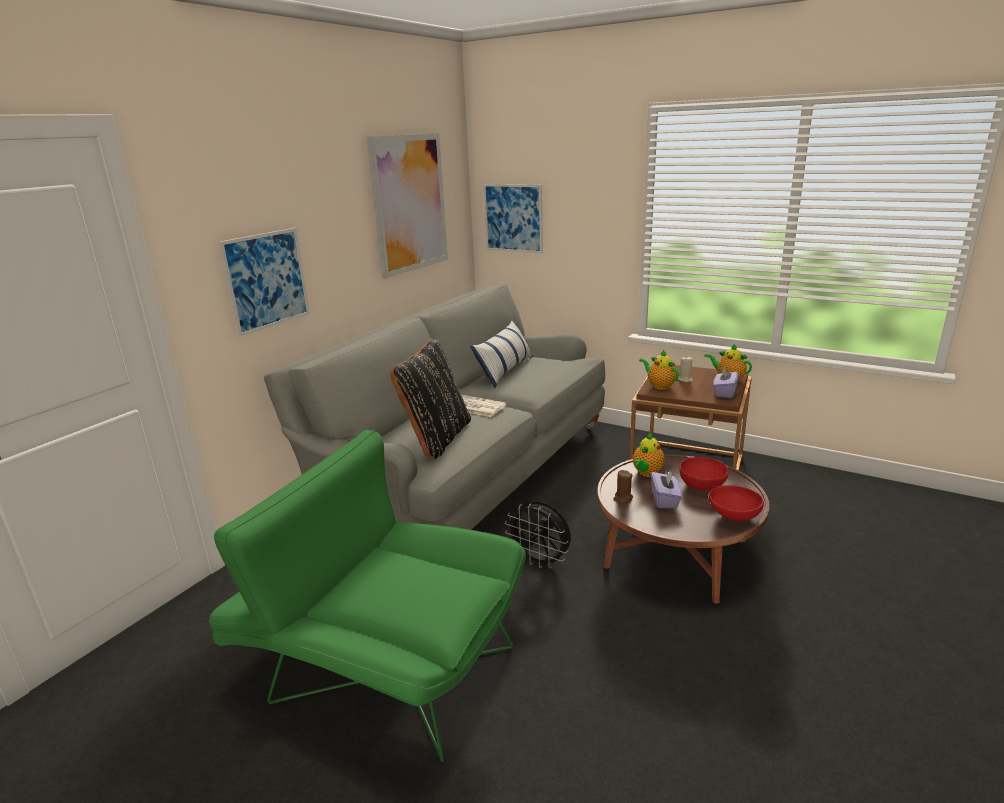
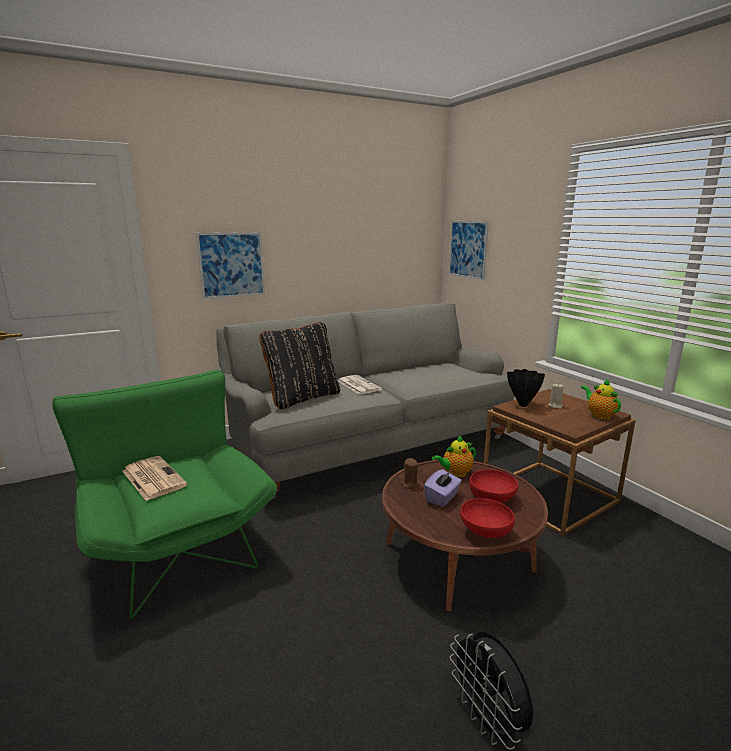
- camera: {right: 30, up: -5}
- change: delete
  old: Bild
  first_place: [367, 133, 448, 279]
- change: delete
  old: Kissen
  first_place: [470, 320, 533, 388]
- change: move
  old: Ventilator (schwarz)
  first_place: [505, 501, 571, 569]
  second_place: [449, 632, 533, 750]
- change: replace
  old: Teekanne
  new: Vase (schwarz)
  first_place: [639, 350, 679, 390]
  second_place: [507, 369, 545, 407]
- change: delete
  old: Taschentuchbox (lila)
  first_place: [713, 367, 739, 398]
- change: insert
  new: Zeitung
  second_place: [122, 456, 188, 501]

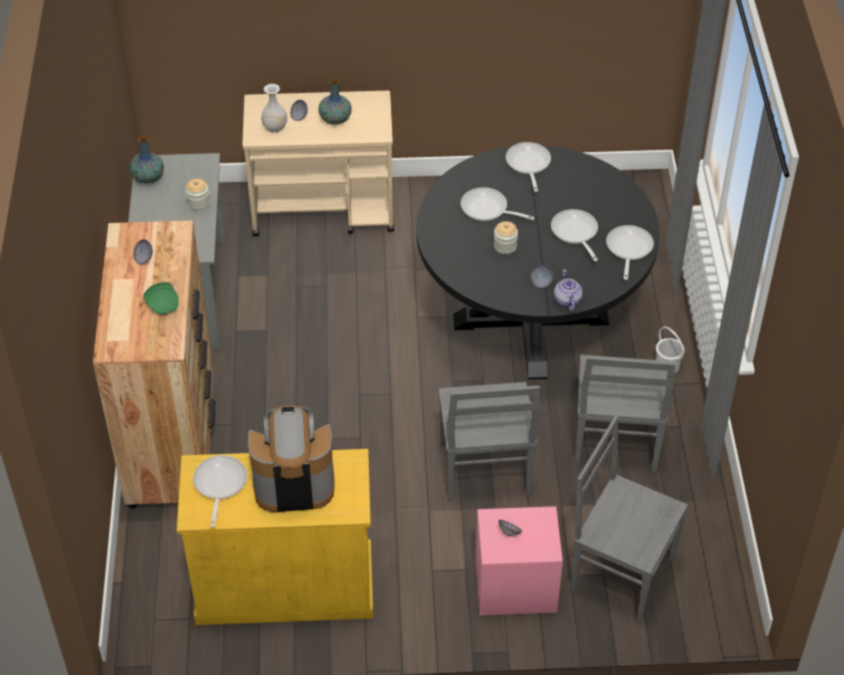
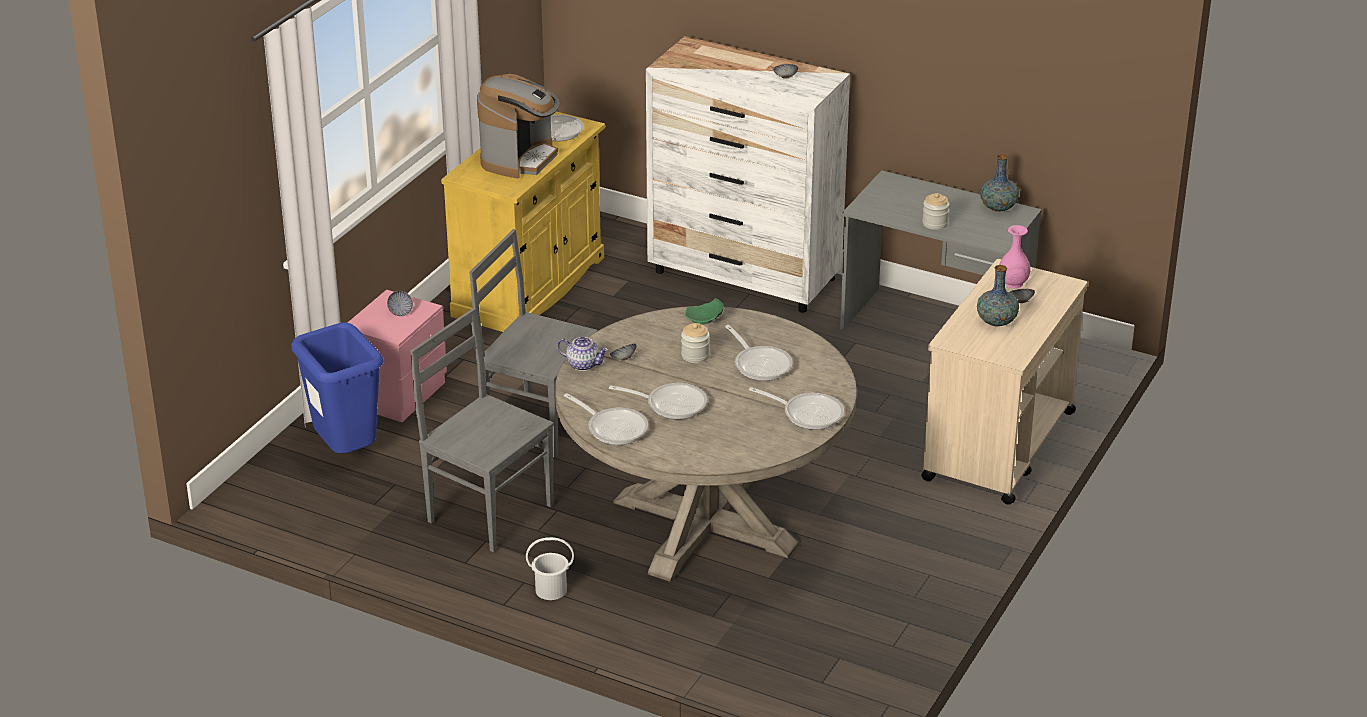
- camera: {right: 120, up: -15}
- change: recolor
  old: Kommode (braun)
  new: Kommode (weiß)
  first_place: [93, 220, 216, 509]
  second_place: [646, 36, 850, 313]
- change: move
  old: Teller (grün)
  first_place: [143, 282, 179, 314]
  second_place: [685, 298, 724, 324]
- change: recolor
  old: Vase (weiß)
  new: Vase (rosa)
  first_place: [261, 84, 287, 133]
  second_place: [999, 225, 1030, 289]
- change: recolor
  old: Esstisch (schwarz)
  new: Esstisch (beige)
  first_place: [416, 145, 659, 380]
  second_place: [555, 306, 857, 582]
- change: rotate
  old: Pfanne
  first_place: [461, 187, 535, 221]
  second_place: [725, 325, 793, 381]
  degrees: 90
- change: replace
  old: Stuhl (grau)
  new: Mülleimer (blau)
  first_place: [570, 416, 688, 622]
  second_place: [291, 322, 383, 454]

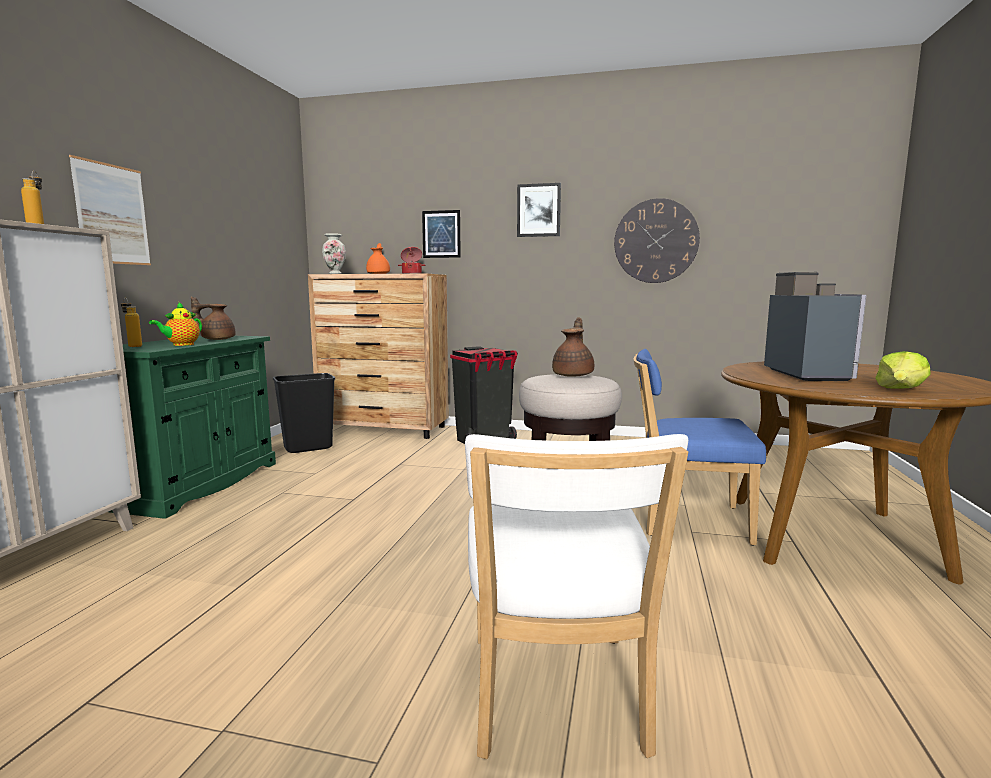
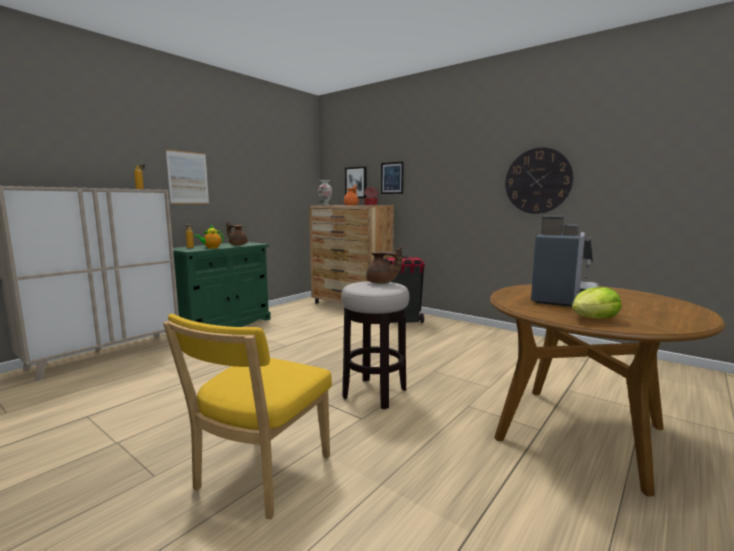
- camera: {right: 25, up: 0}
- change: delete
  old: Mülleimer (schwarz)
  first_place: [273, 373, 335, 453]
- change: recolor
  old: Stuhl (weiß)
  new: Stuhl (gelb)
  first_place: [465, 434, 688, 759]
  second_place: [163, 314, 332, 519]
- change: move
  old: Bild
  first_place: [517, 183, 561, 237]
  second_place: [345, 166, 366, 198]
- change: rotate
  old: Teekanne (braun)
  first_place: [552, 317, 594, 377]
  second_place: [366, 246, 402, 284]
  degrees: 60
- change: delete
  old: Stuhl (blau)
  first_place: [633, 349, 766, 546]

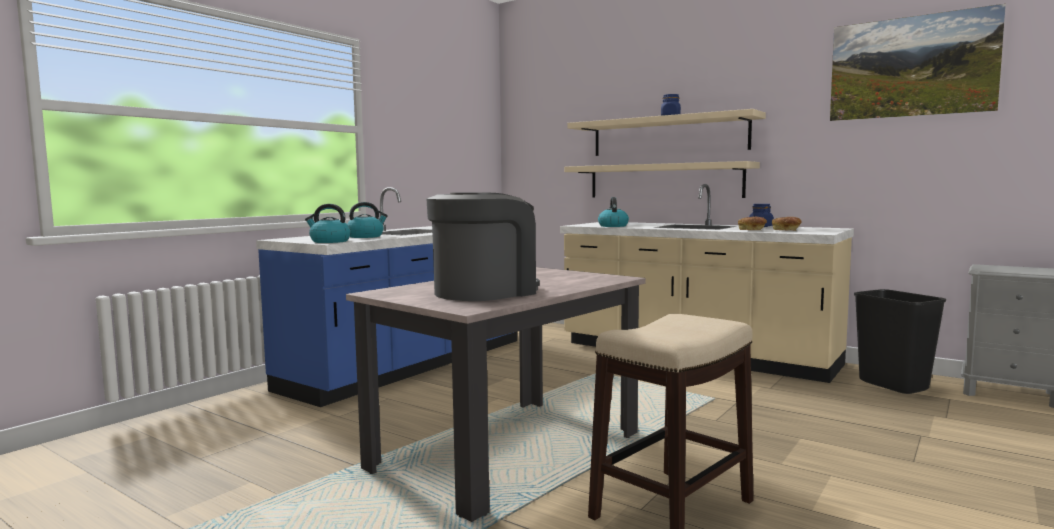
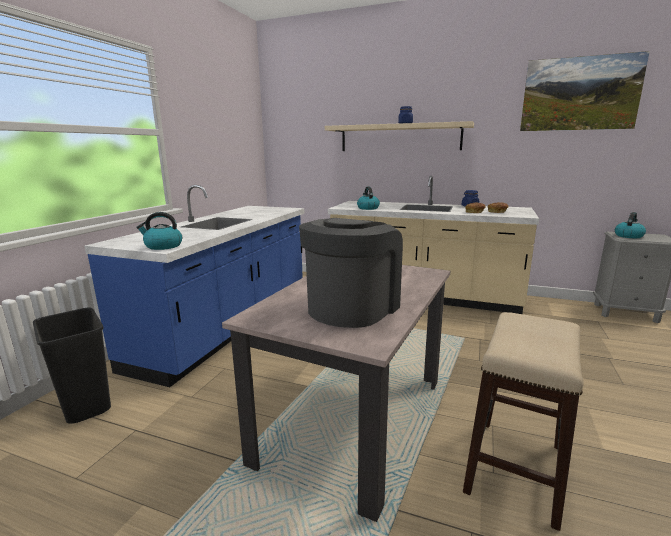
- camera: {right: -15, up: 10}
- change: move
  old: Wasserkessel
  first_place: [347, 202, 388, 238]
  second_place: [615, 212, 646, 238]
- change: delete
  old: Wandregal (beige)
  first_place: [564, 161, 760, 198]
- change: move
  old: Mülleimer (schwarz)
  first_place: [854, 289, 946, 394]
  second_place: [33, 308, 111, 424]

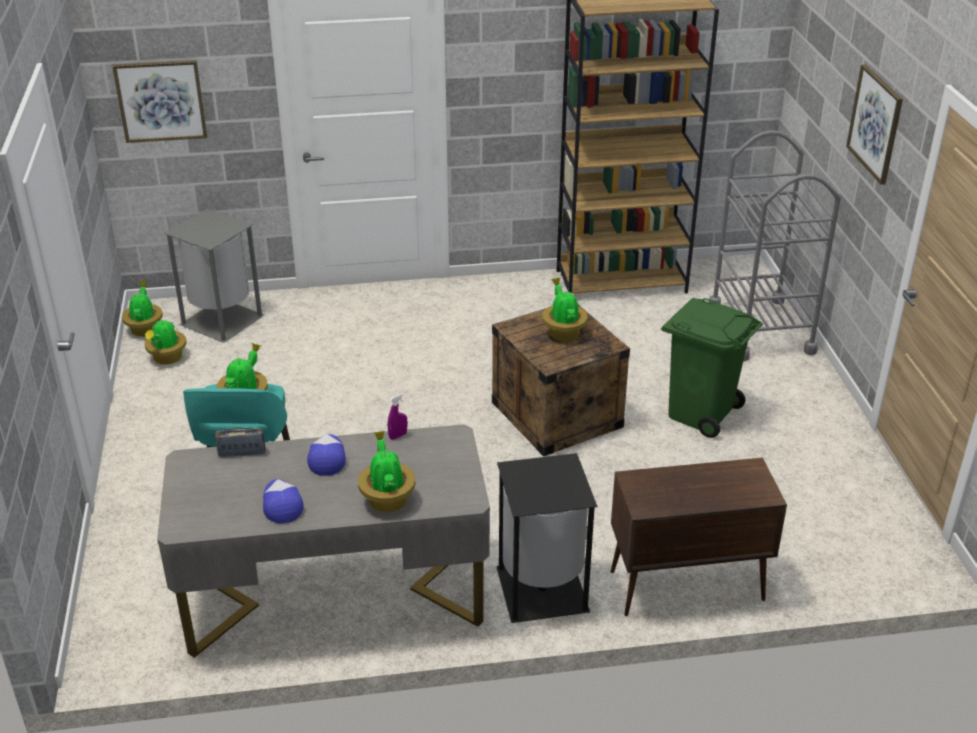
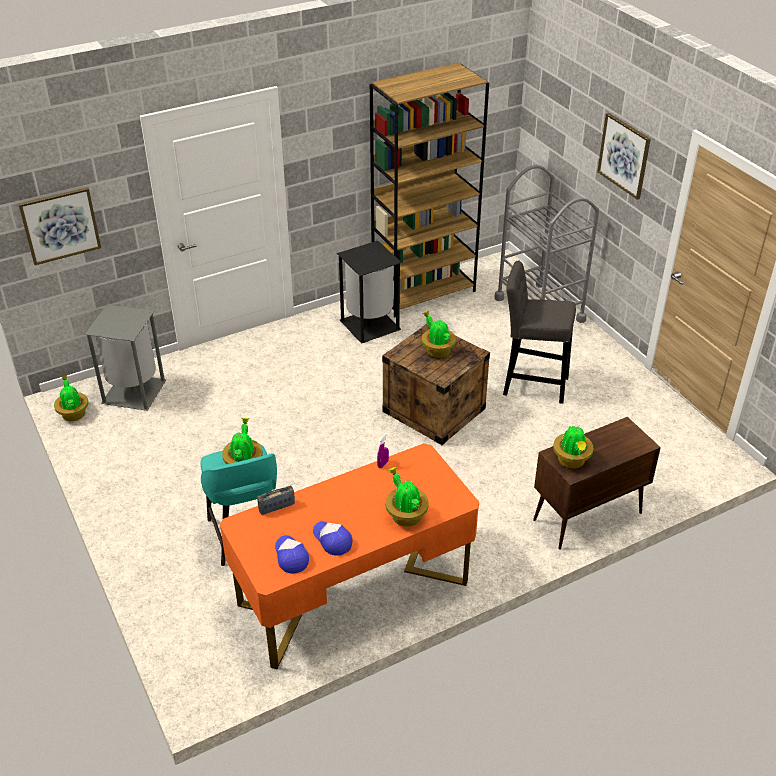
- camera: {right: -20, up: 5}
- change: move
  old: Topfpflanze
  first_place: [144, 319, 187, 365]
  second_place: [553, 424, 594, 468]
- change: recolor
  old: Schreibtisch (grau)
  new: Schreibtisch (orange)
  first_place: [157, 424, 490, 658]
  second_place: [220, 443, 479, 669]
- change: move
  old: Kappe
  first_place: [307, 434, 346, 476]
  second_place: [275, 535, 309, 574]
- change: move
  old: Mülleimer (schwarz)
  first_place: [496, 453, 598, 623]
  second_place: [337, 241, 402, 344]
- change: replace
  old: Mülleimer (grün)
  new: Hocker (grau)
  first_place: [661, 298, 763, 438]
  second_place: [503, 260, 576, 404]

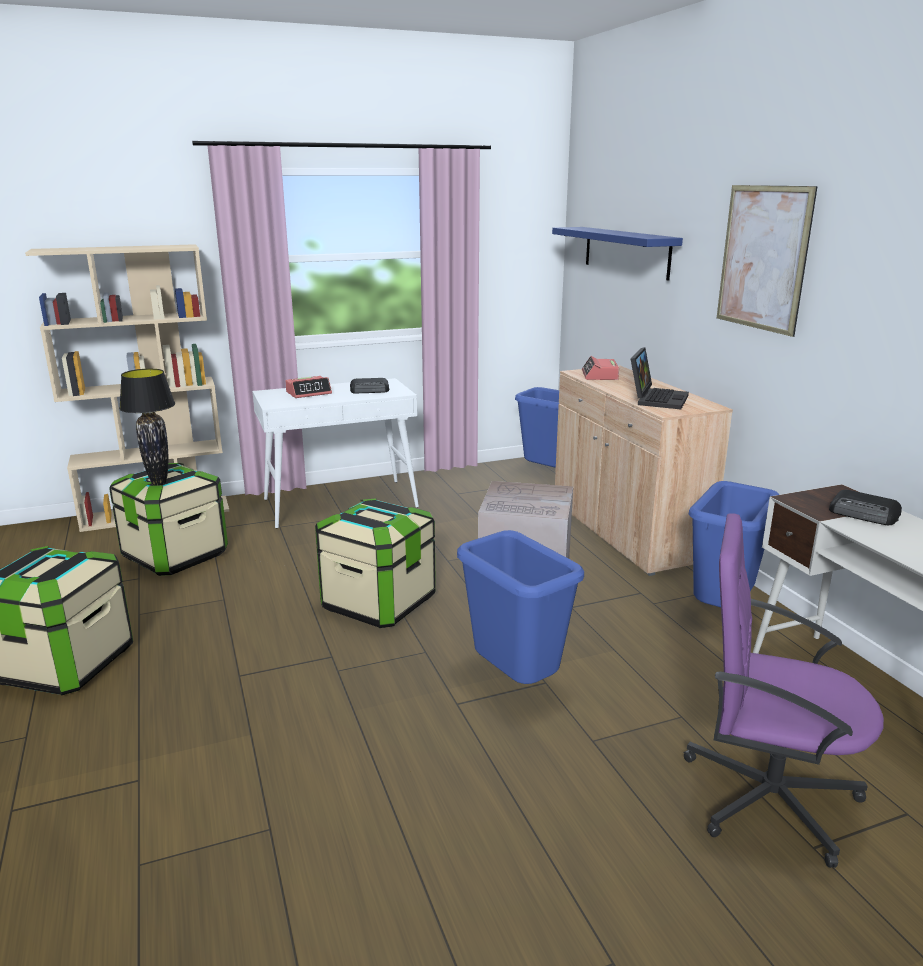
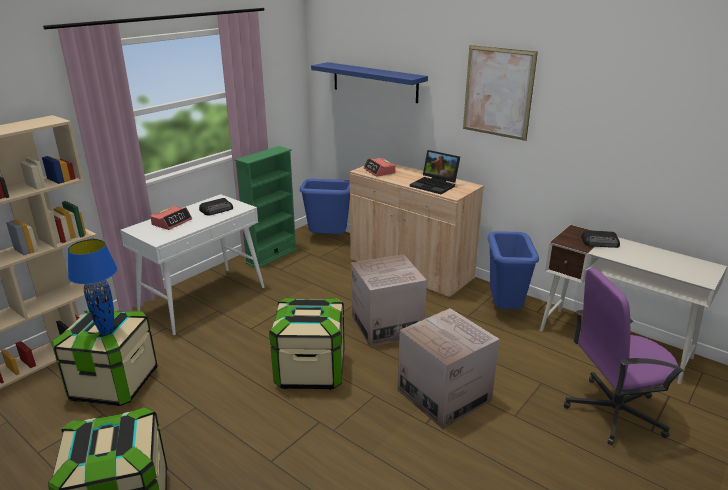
- camera: {right: -30, up: 5}
- change: recolor
  old: Tischlampe (schwarz)
  new: Tischlampe (blau)
  first_place: [119, 369, 175, 486]
  second_place: [68, 239, 117, 336]
- change: replace
  old: Mülleimer (blau)
  new: Karton
  first_place: [457, 530, 584, 684]
  second_place: [398, 308, 500, 429]
- change: rotate
  old: Laptop
  first_place: [631, 347, 689, 409]
  second_place: [410, 150, 460, 194]
  degrees: 135
- change: insert
  new: Bücherregal (grün)
  second_place: [235, 146, 297, 268]

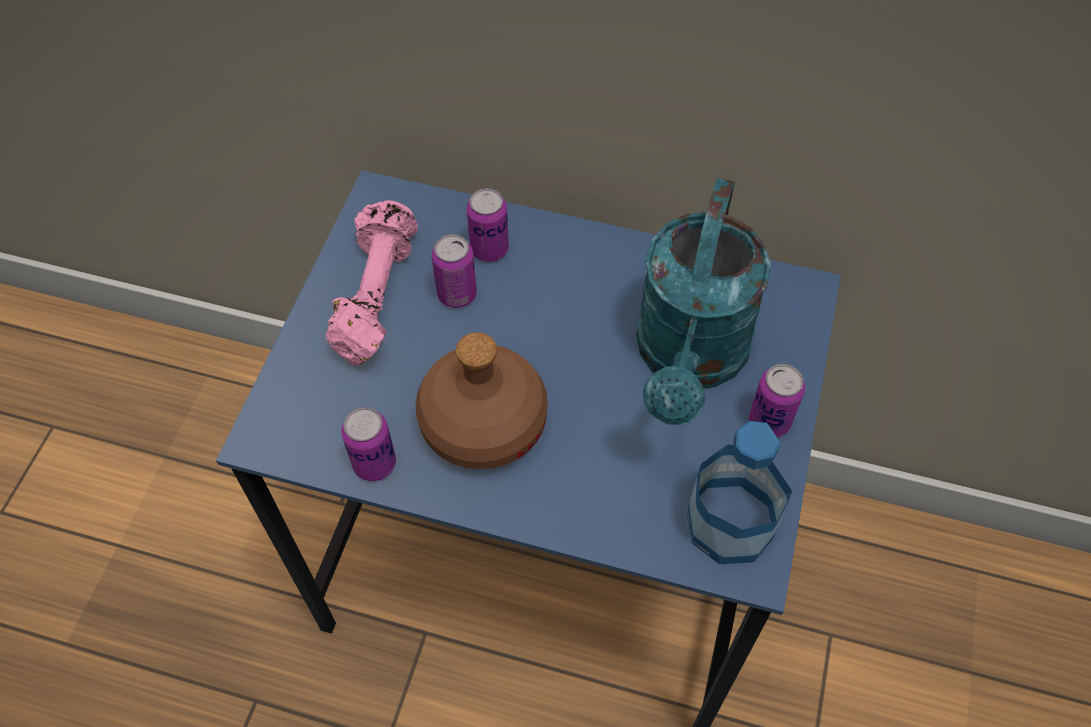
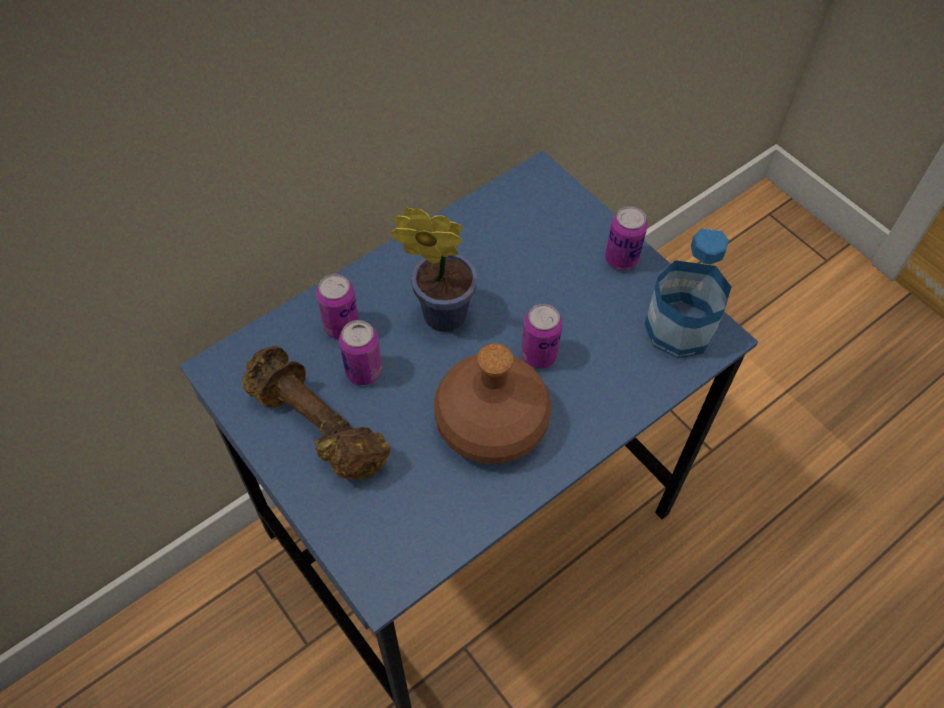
- camera: {right: -55, up: 0}
- change: recolor
  old: Hantel (rosa)
  new: Hantel (braun)
  first_place: [326, 200, 418, 365]
  second_place: [242, 346, 390, 480]
- change: move
  old: Dose
  first_place: [341, 407, 396, 481]
  second_place: [521, 304, 562, 369]
- change: delete
  old: Gießkanne (türkis)
  first_place: [636, 178, 771, 425]
- change: insert
  new: Topfpflanze
  second_place: [391, 208, 478, 332]

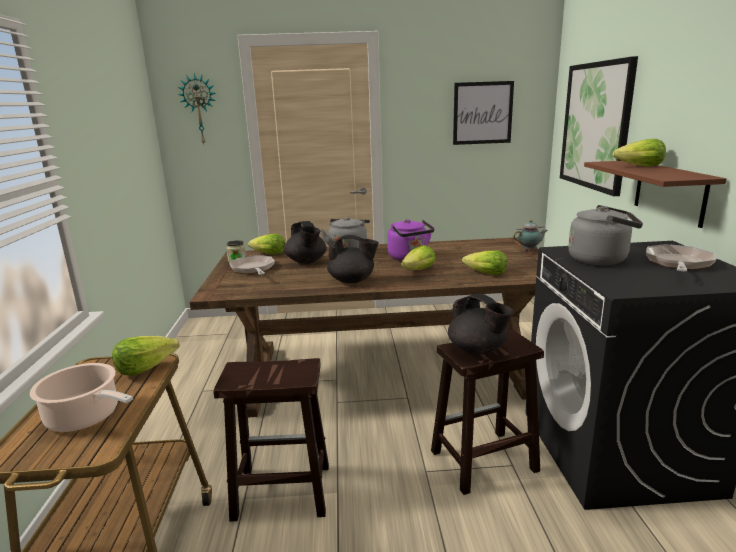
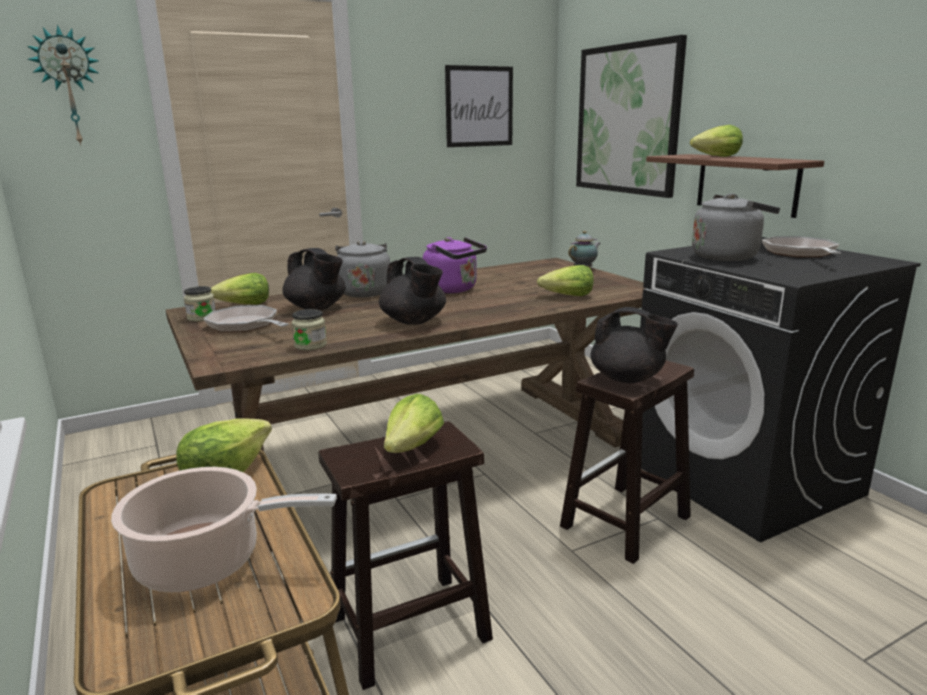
- camera: {right: -25, up: 0}
- change: rotate
  old: Teekanne (schwarz)
  first_place: [327, 235, 379, 283]
  second_place: [379, 257, 446, 325]
  degrees: 75
- change: move
  old: Salatkopf
  first_place: [401, 245, 436, 270]
  second_place: [384, 394, 444, 453]
- change: insert
  new: Vorratsglas
  second_place: [292, 309, 327, 350]

